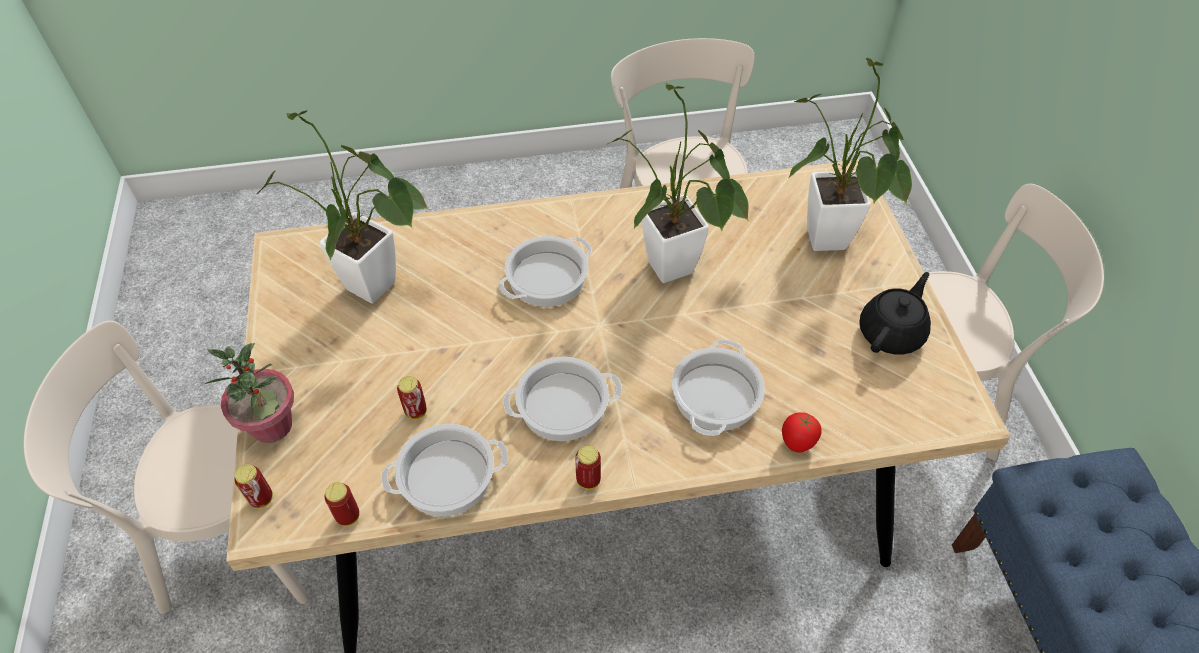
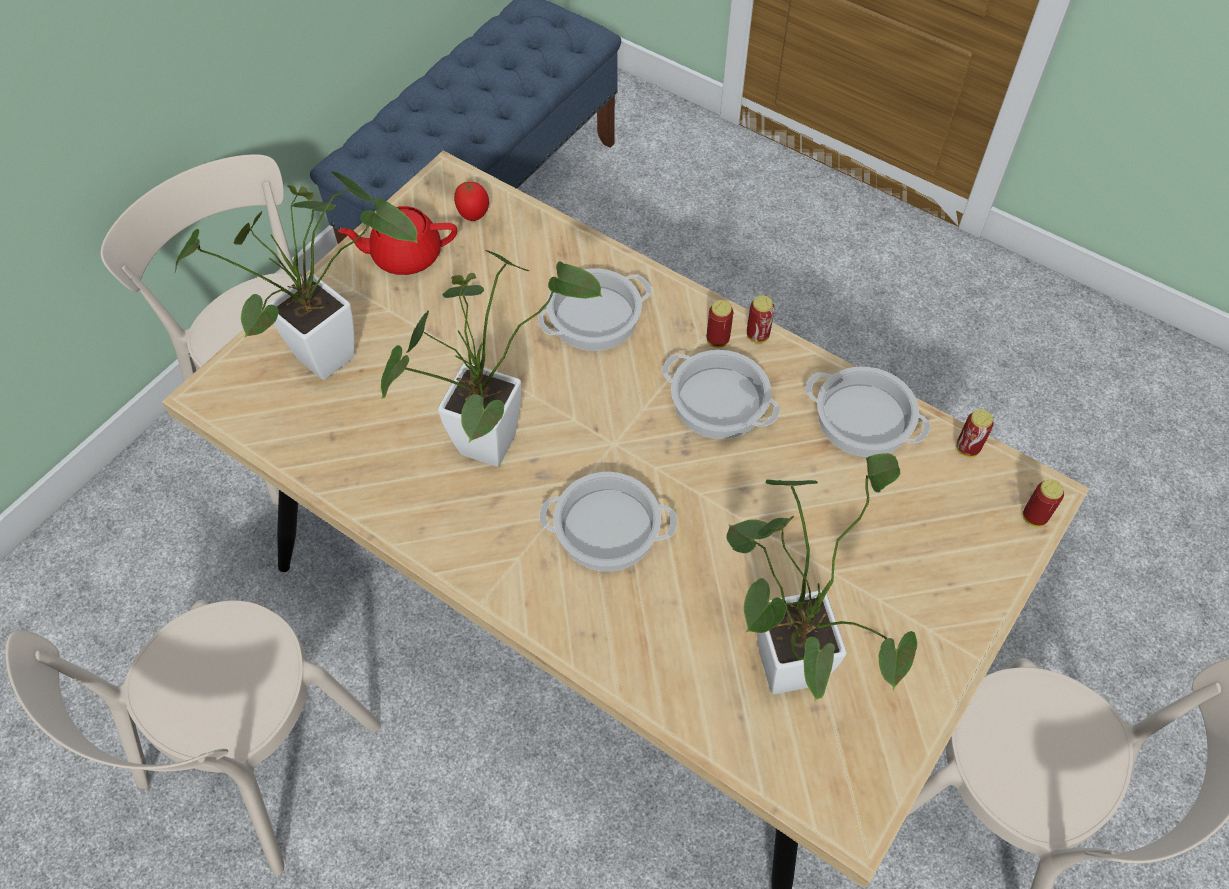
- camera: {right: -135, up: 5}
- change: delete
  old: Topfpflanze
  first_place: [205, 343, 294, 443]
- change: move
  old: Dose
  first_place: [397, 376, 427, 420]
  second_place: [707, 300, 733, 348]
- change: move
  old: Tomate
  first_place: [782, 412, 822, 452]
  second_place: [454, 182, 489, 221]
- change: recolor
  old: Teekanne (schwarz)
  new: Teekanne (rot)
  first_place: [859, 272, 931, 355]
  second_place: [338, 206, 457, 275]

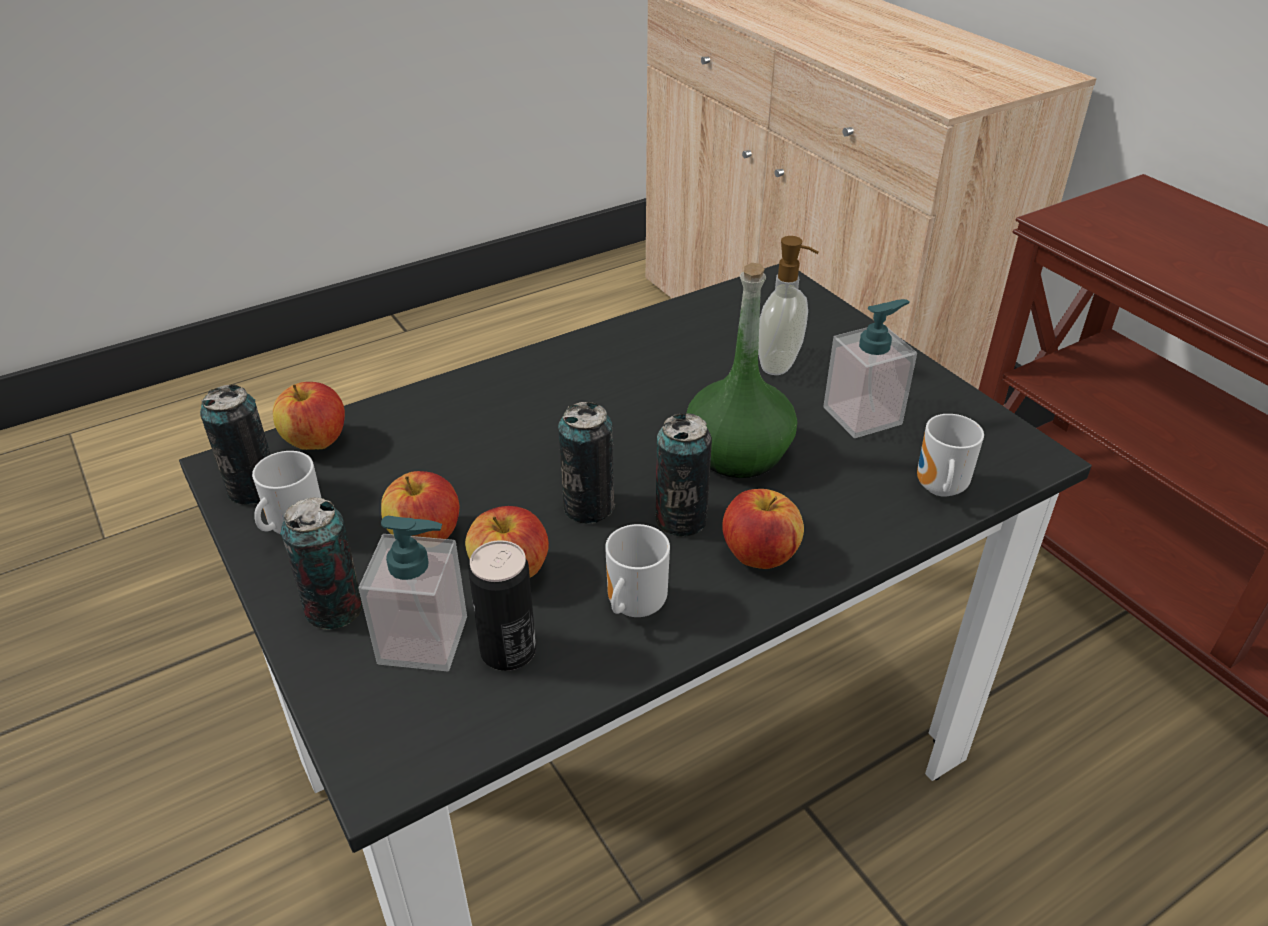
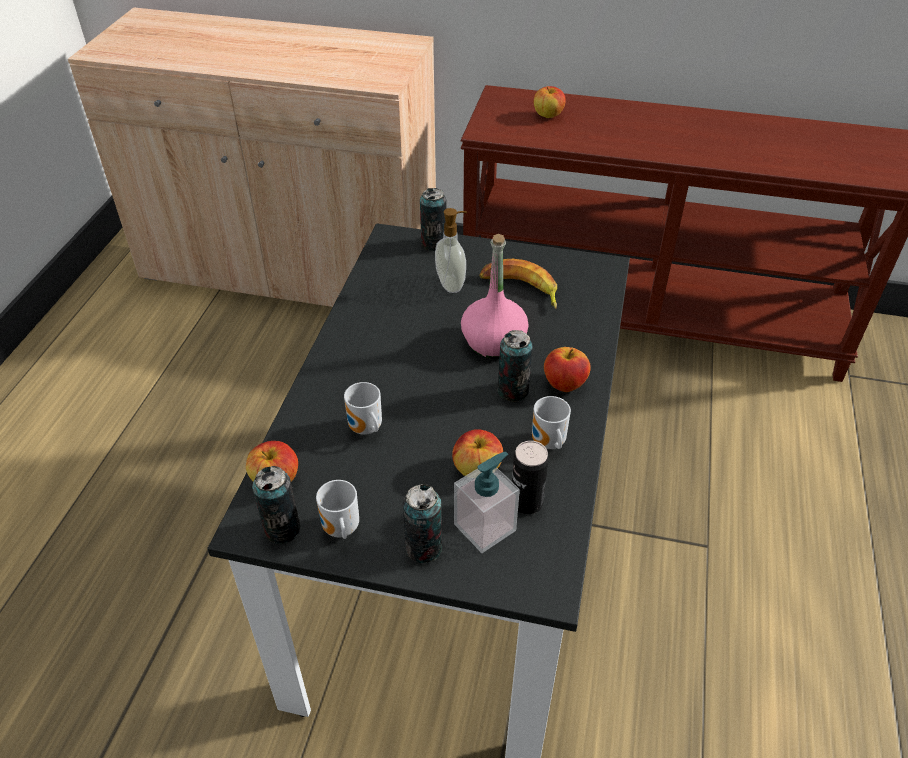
- camera: {right: -45, up: 5}
- change: move
  old: Apfel
  first_place: [381, 471, 459, 539]
  second_place: [534, 86, 566, 118]
- change: move
  old: Dose
  first_place: [558, 402, 615, 524]
  second_place: [420, 188, 446, 251]
- change: recolor
  old: Flasche (grün)
  new: Flasche (rosa)
  first_place: [686, 263, 797, 478]
  second_place: [461, 234, 529, 359]
- change: replace
  old: Seifenspender
  new: Banane
  first_place: [824, 299, 917, 438]
  second_place: [479, 259, 557, 309]
- change: move
  old: Henkelbecher
  first_place: [917, 414, 984, 497]
  second_place: [344, 382, 382, 435]

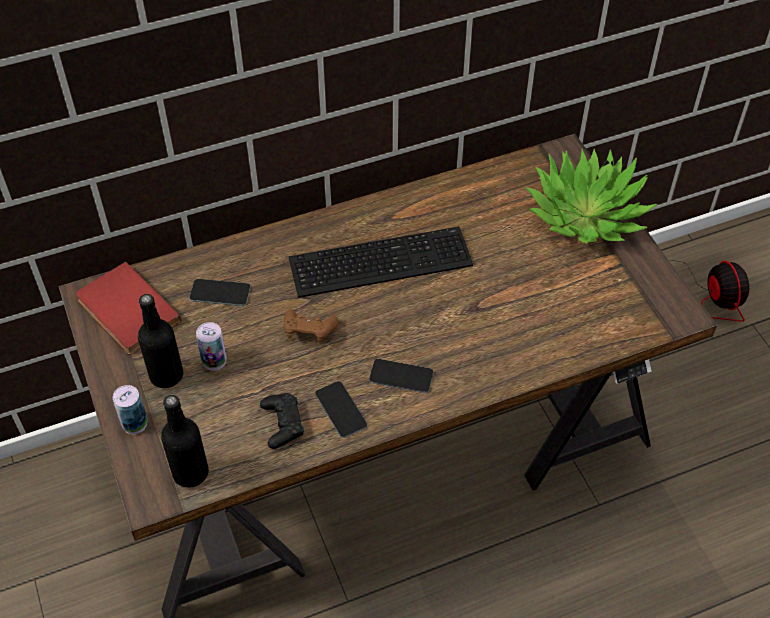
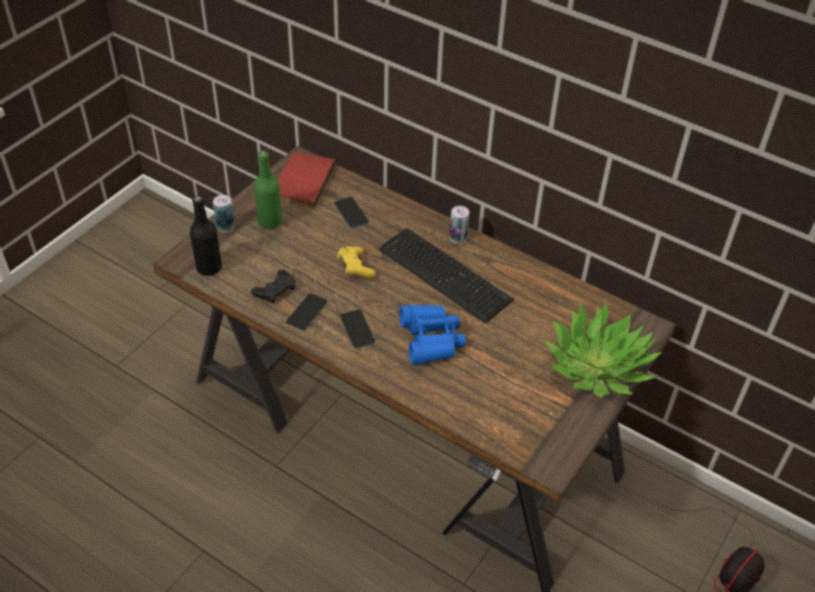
- camera: {right: 55, up: -5}
- change: recolor
  old: Flasche (schwarz)
  new: Flasche (grün)
  first_place: [138, 294, 183, 388]
  second_place: [254, 150, 282, 229]
- change: move
  old: Dose
  first_place: [196, 322, 227, 371]
  second_place: [449, 206, 470, 244]
- change: recolor
  old: Gamepad (braun)
  new: Gamepad (gelb)
  first_place: [284, 309, 339, 343]
  second_place: [337, 247, 376, 279]
- change: insert
  new: Fernglas (blau)
  second_place: [399, 305, 466, 365]

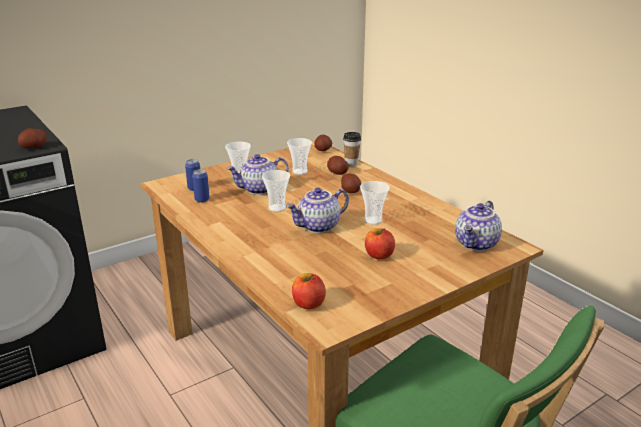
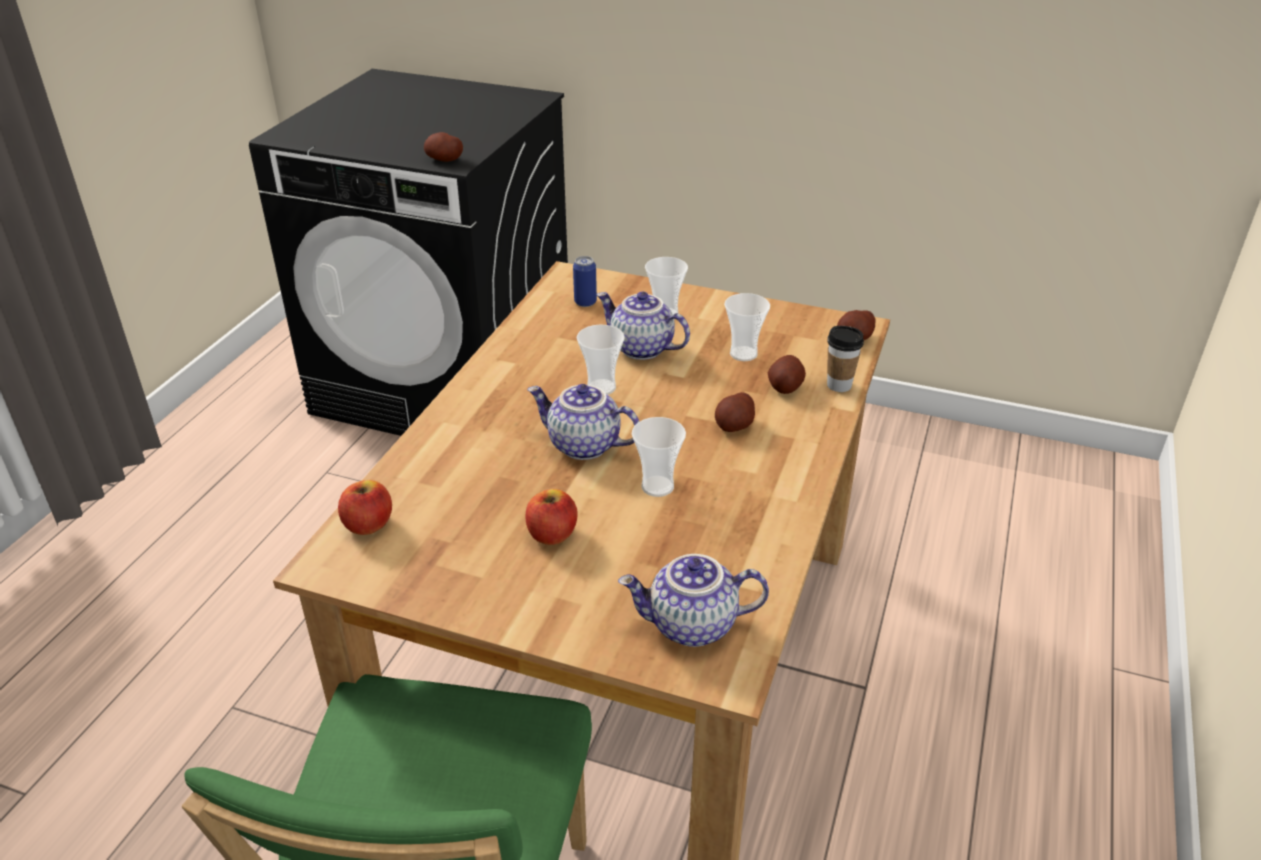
- camera: {right: 55, up: 10}
- change: delete
  old: Dose
  first_place: [192, 169, 210, 203]

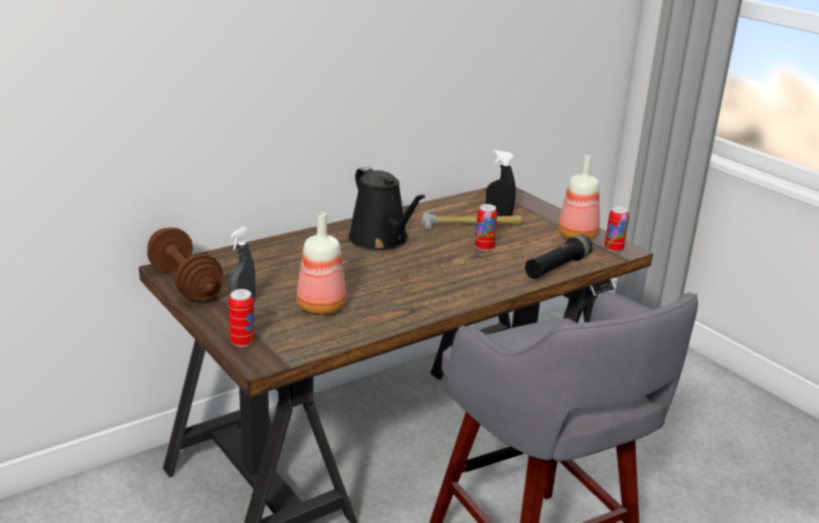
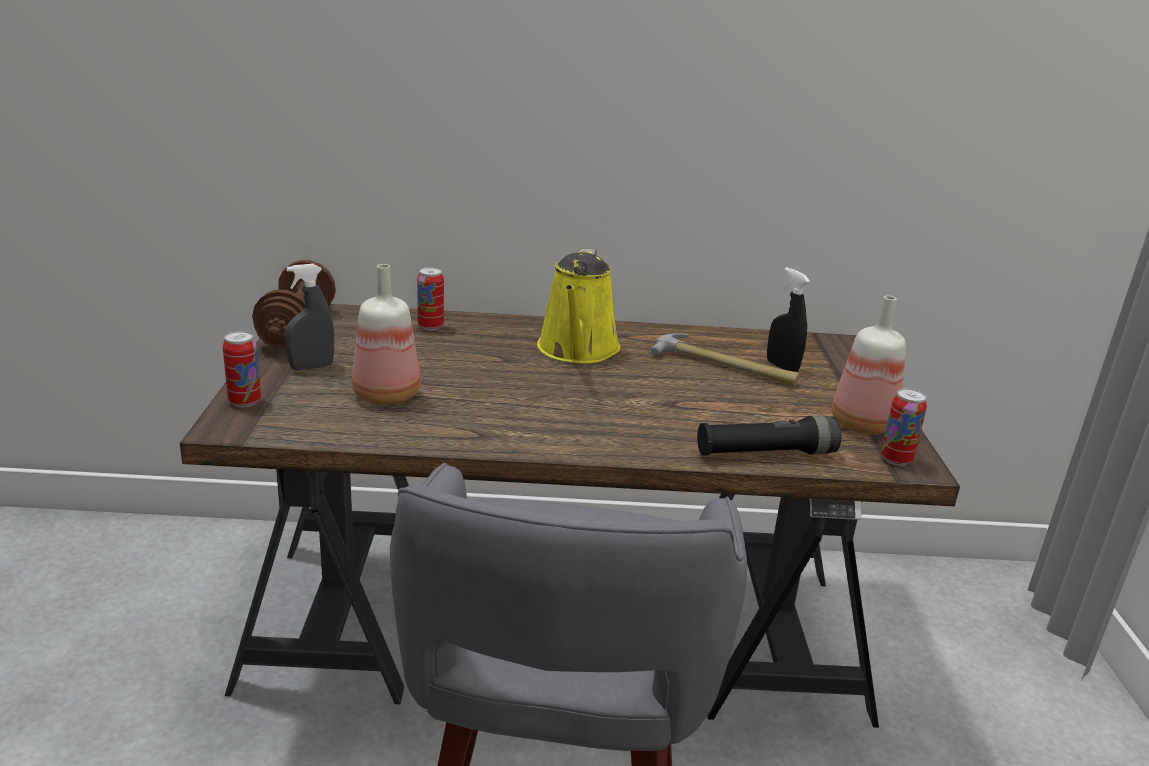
- camera: {right: 35, up: 0}
- change: recolor
  old: Gießkanne (schwarz)
  new: Gießkanne (gelb)
  first_place: [349, 166, 425, 250]
  second_place: [537, 249, 620, 364]
- change: move
  old: Dose
  first_place: [475, 204, 497, 251]
  second_place: [417, 267, 444, 330]

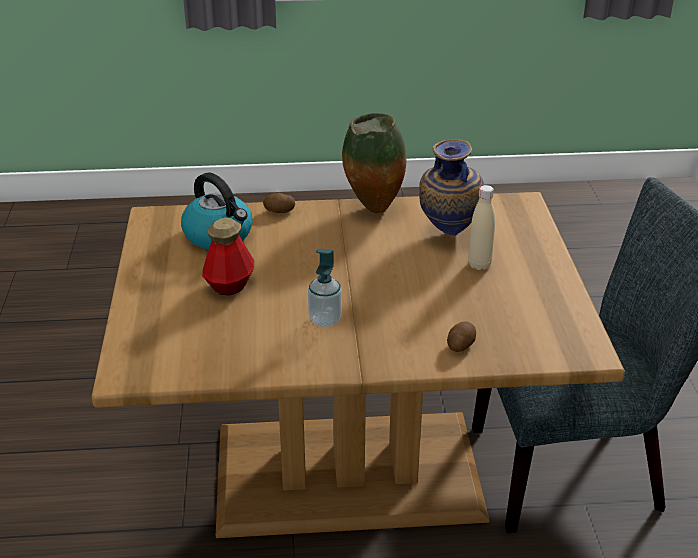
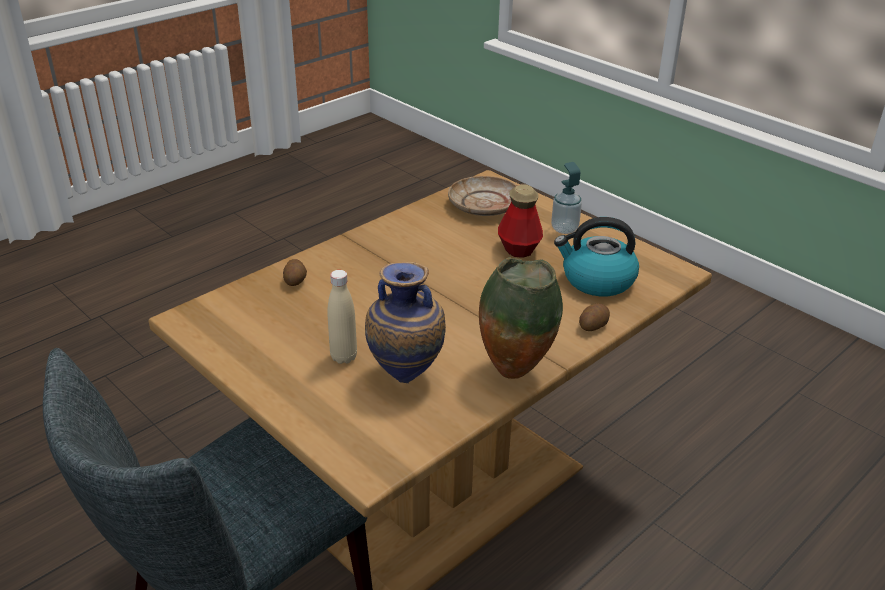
- camera: {right: 140, up: 0}
- change: move
  old: Seifenspender
  first_place: [308, 248, 342, 327]
  second_place: [551, 162, 582, 234]
- change: insert
  new: Teller (beige)
  second_place: [448, 176, 517, 216]

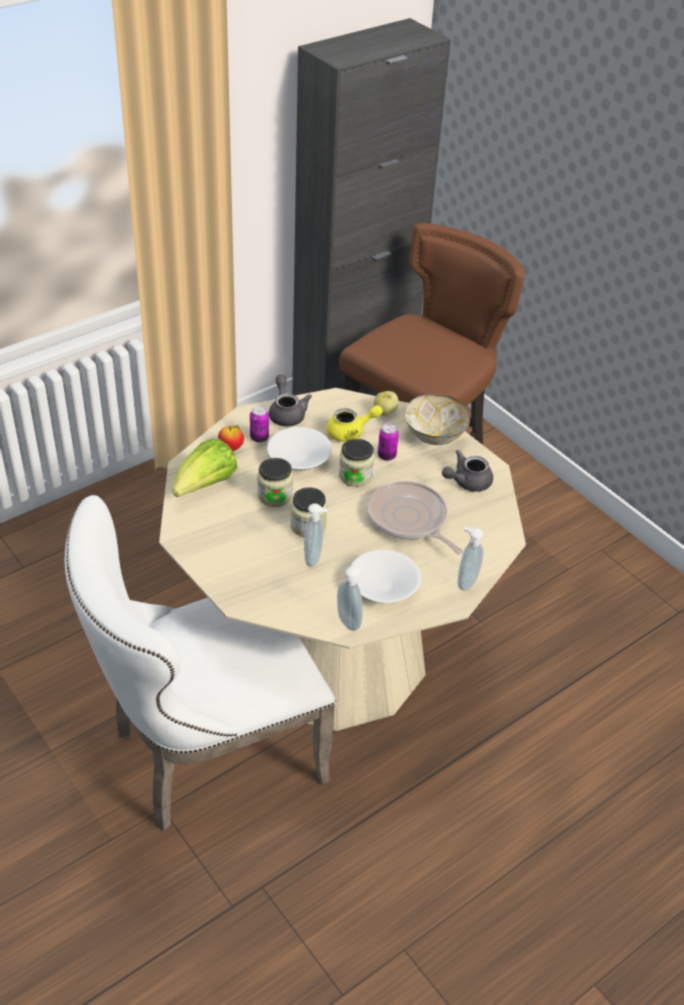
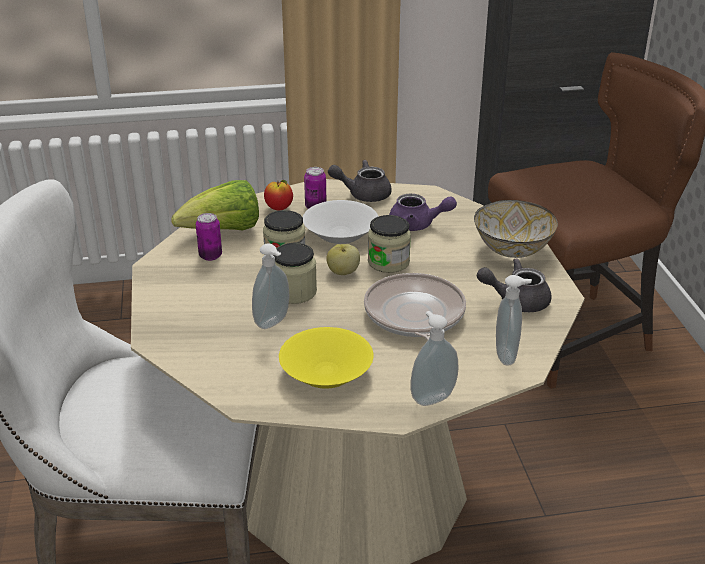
- camera: {right: 30, up: -10}
- change: rotate
  old: Teekanne (grau)
  first_place: [269, 375, 312, 426]
  second_place: [328, 160, 392, 202]
  degrees: -105
- change: recolor
  old: Teekanne (gelb)
  new: Teekanne (lila)
  first_place: [326, 405, 383, 442]
  second_place: [389, 194, 457, 231]
- change: move
  old: Seifenspender
  first_place: [337, 566, 365, 631]
  second_place: [496, 275, 532, 365]
- change: recolor
  old: Schüssel (weiß)
  new: Schüssel (gelb)
  first_place: [350, 550, 421, 603]
  second_place: [279, 327, 374, 389]
- change: move
  old: Apfel
  first_place: [374, 391, 399, 415]
  second_place: [326, 244, 360, 275]
- change: move
  old: Dose
  first_place: [378, 423, 399, 461]
  second_place: [196, 213, 222, 261]

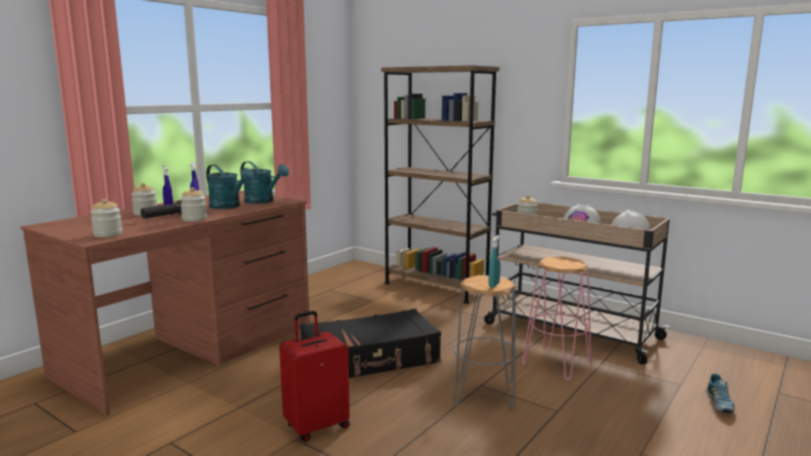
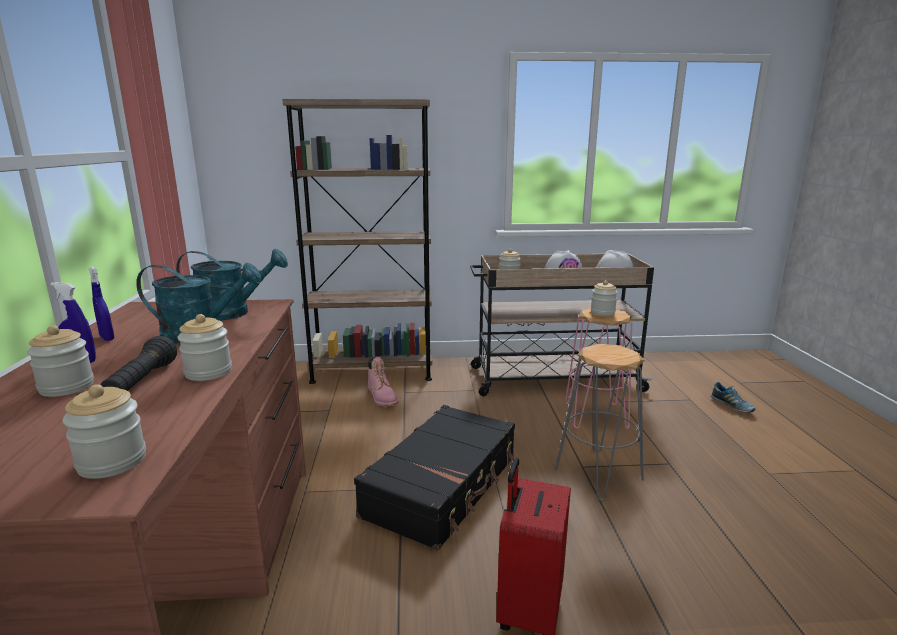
- camera: {right: -40, up: 5}
- change: delete
  old: Sprühflasche (türkis)
  first_place: [488, 235, 500, 288]
- change: insert
  new: Stiefel (rosa)
  second_place: [368, 357, 398, 406]
- change: insert
  new: Vorratsglas
  second_place: [591, 280, 618, 316]

